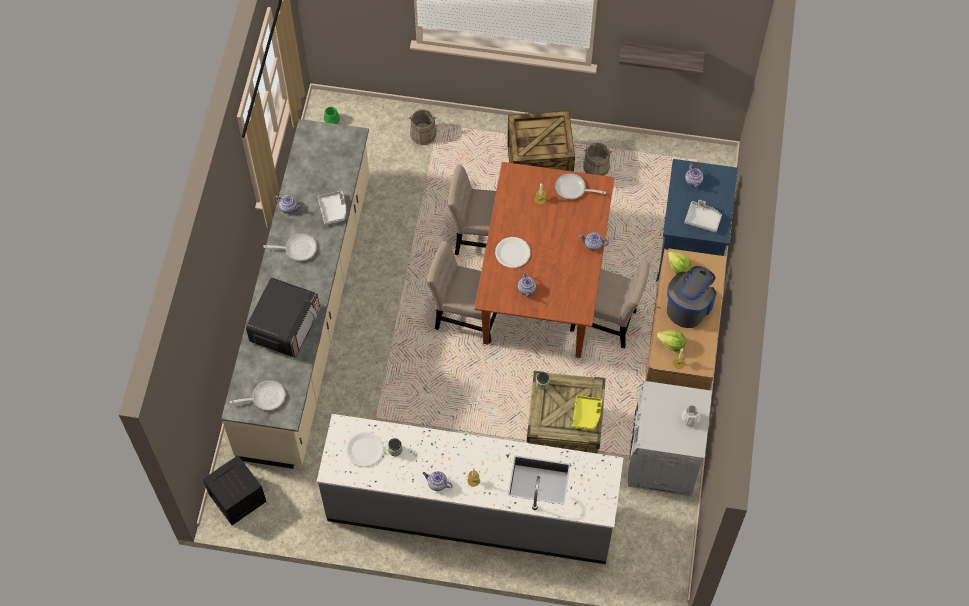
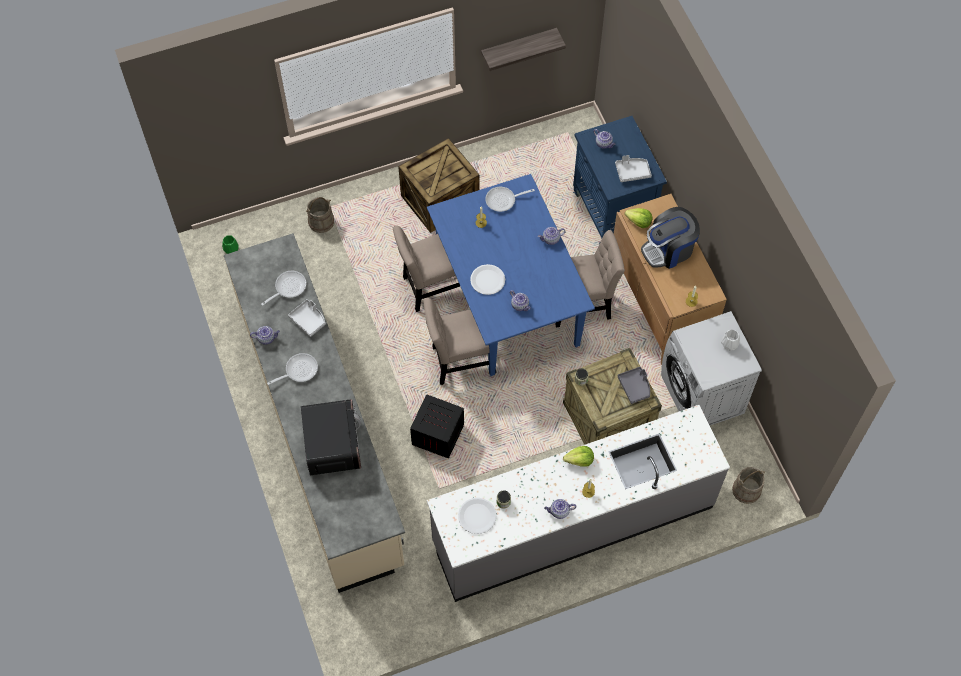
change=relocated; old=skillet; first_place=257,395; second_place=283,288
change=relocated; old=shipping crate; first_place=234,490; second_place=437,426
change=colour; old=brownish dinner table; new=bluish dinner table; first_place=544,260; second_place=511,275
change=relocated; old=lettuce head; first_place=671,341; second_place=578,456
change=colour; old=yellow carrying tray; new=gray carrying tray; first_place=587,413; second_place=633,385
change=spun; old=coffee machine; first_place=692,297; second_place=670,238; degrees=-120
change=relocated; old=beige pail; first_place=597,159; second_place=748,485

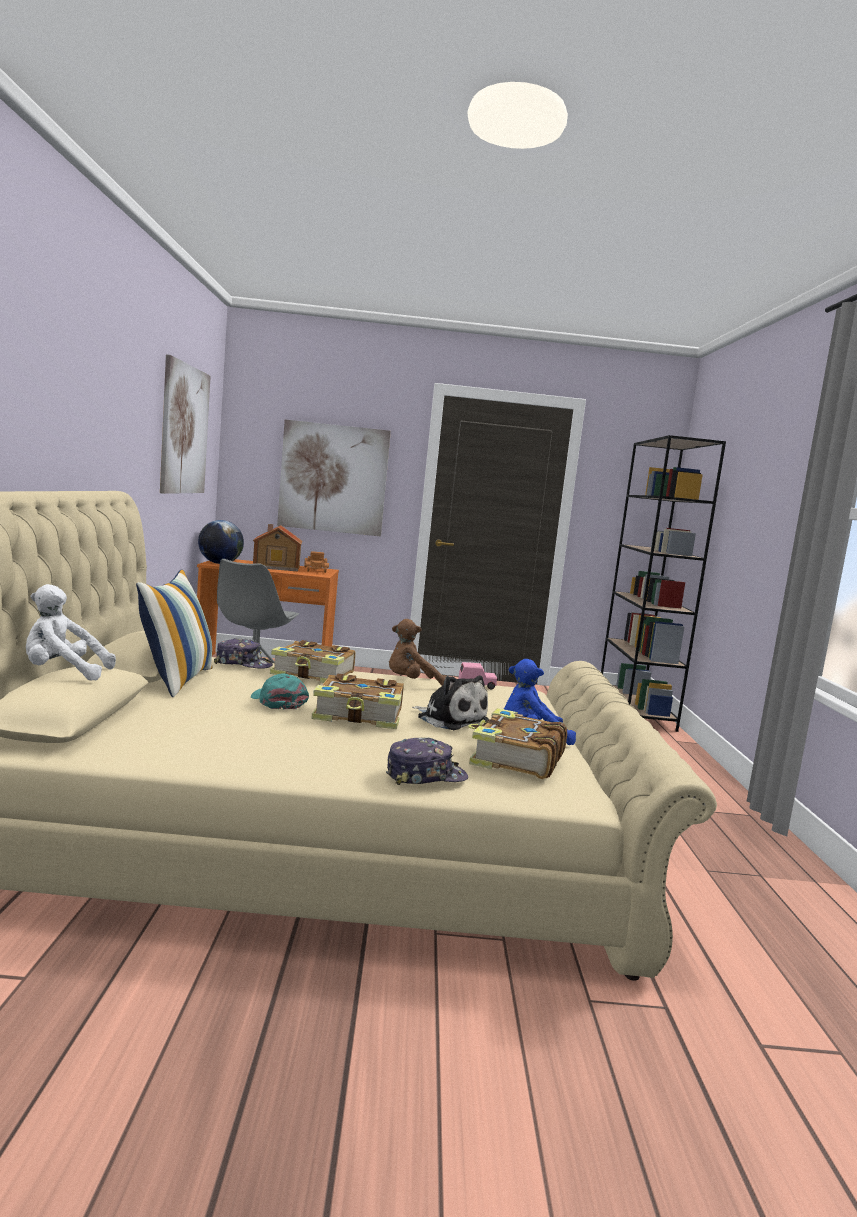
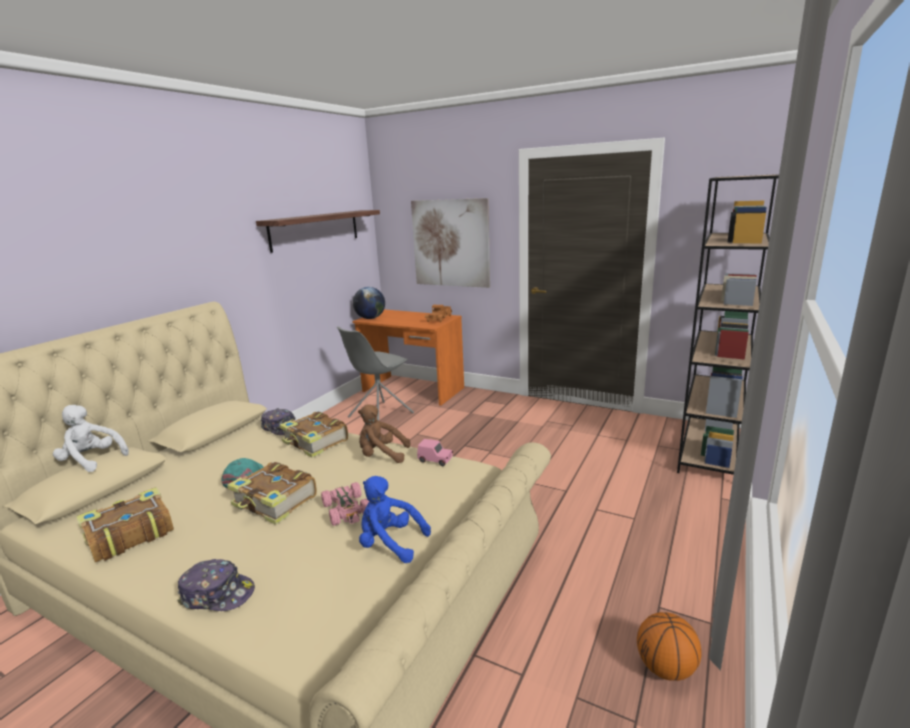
change=relocated; old=book; first_place=517,743; second_place=125,524
change=exchanged; old=wall picture; new=bracket shelf; first_place=185,424; second_place=318,231
change=exchanged; old=plush toy; new=pinkish toy car; first_place=450,703; second_place=345,504
change=appeared; new=basketball ball; second_place=669,646
change=missing; old=pillow; first_place=174,633
change=missing; old=model house; first_place=277,548

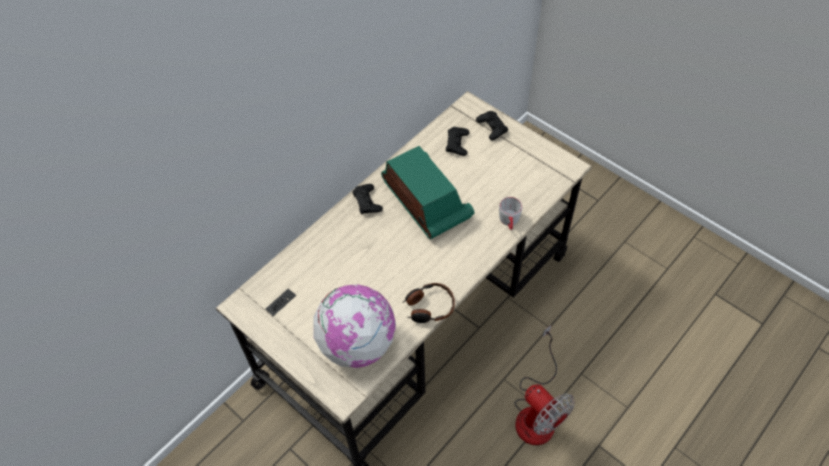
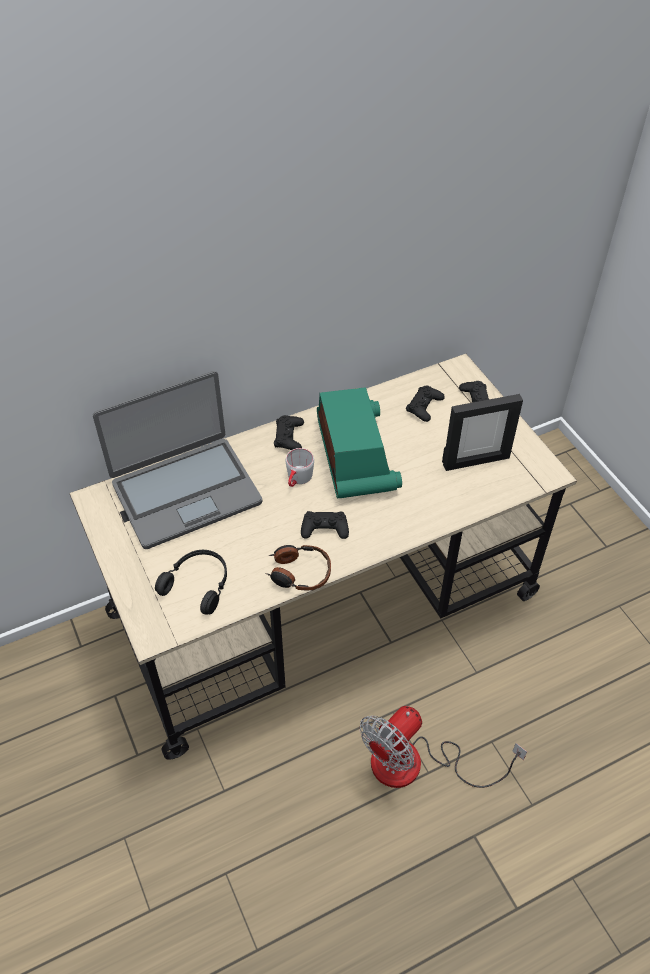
change=appeared; new=portable computer; second_place=177,460
change=exchanged; old=globe; new=blackish headset; first_place=355,326; second_place=191,582
change=relocated; old=gray tea mug; first_place=510,213; second_place=300,467
change=appeared; new=blackish joypad; second_place=325,525
change=spun; old=fan; first_place=544,385; second_place=443,747; degrees=60
change=appeared; new=photo frame; second_place=482,432

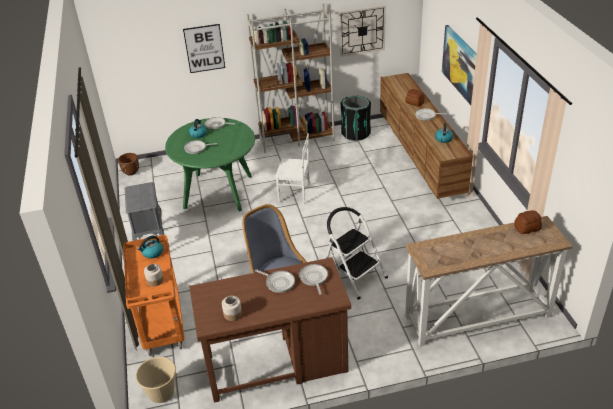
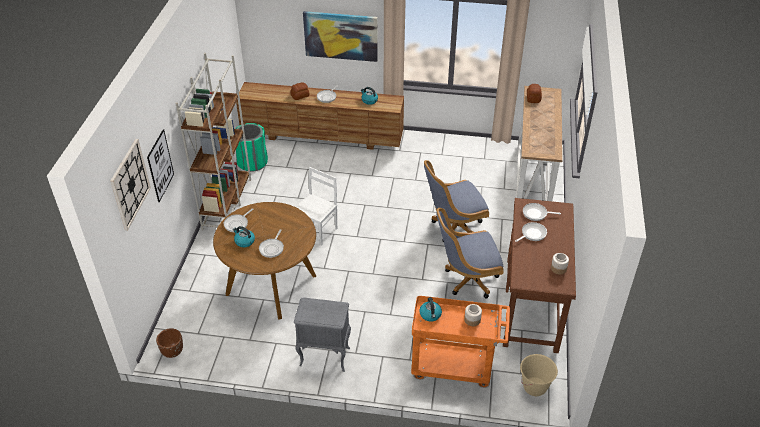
change=relocated; old=wall clock; first_place=362,31; second_place=130,185
change=colour; old=green-coloured dinner table; new=brownish dinner table; first_place=210,164; second_place=264,260
change=colour; old=blackish trash can; new=green-coloured trash can; first_place=356,118; second_place=252,147
change=exchanged; old=stepladder; new=bluish desk chair; first_place=357,253; second_place=456,201

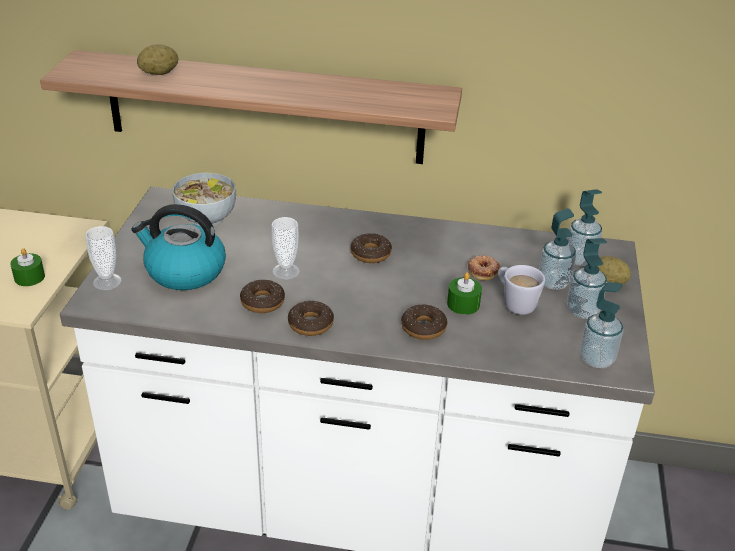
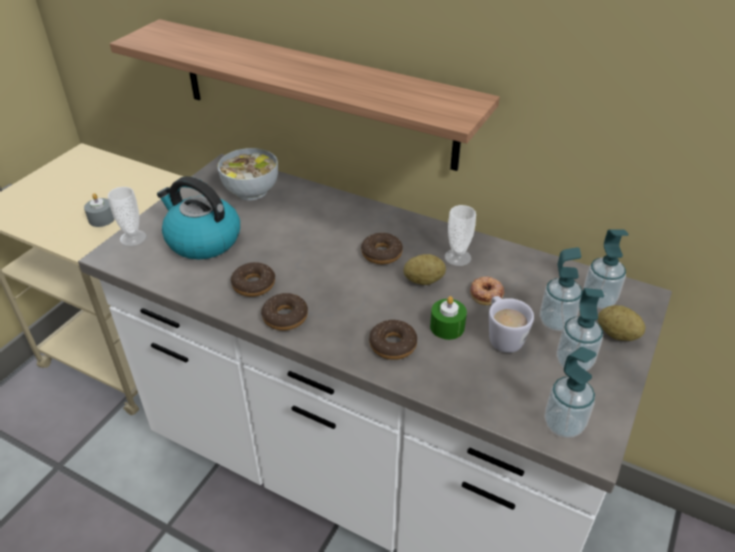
change=colour; old=green-coloured wax light; new=gray wax light; first_place=27,267; second_place=99,210
change=relocated; old=whole potato; first_place=157,59; second_place=424,269
change=relocated; old=drinking cup; first_place=285,248; second_place=460,235

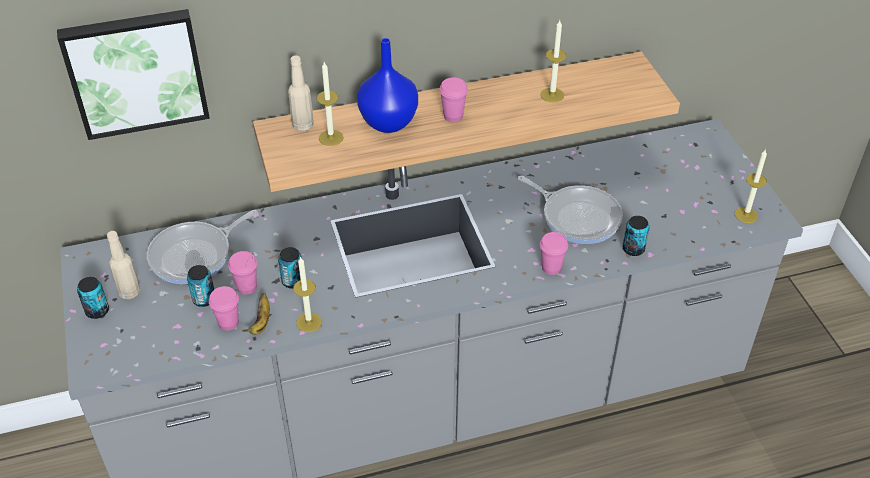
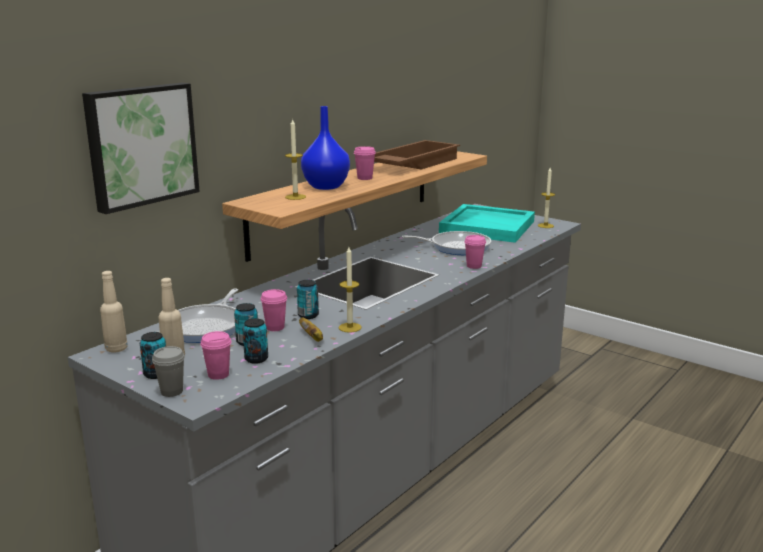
change=relocated; old=beige drink bottle; first_place=301,93; second_place=114,311
change=appeared; new=gray drinking cup; second_place=168,371
change=relocated; old=pinkish drinking cup; first_place=224,308; second_place=216,355
change=relocated; old=metal can; first_place=636,236; second_place=255,341
change=exchanged; old=wax light; new=brownish carrying tray; first_place=553,61; second_place=417,155
change=appeared; new=turquoise-coloured carrying tray; second_place=487,223

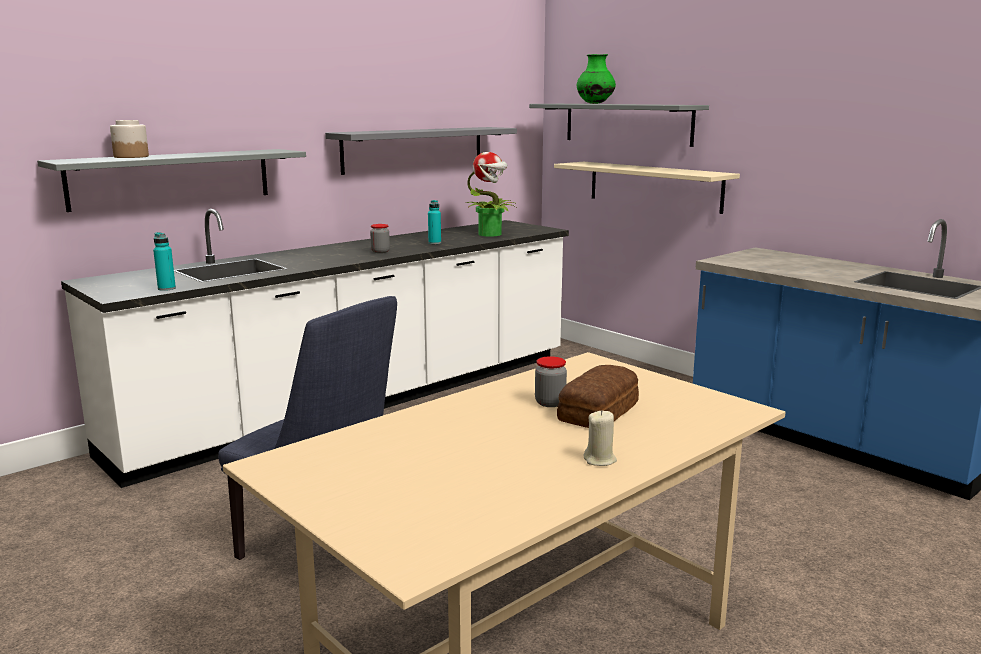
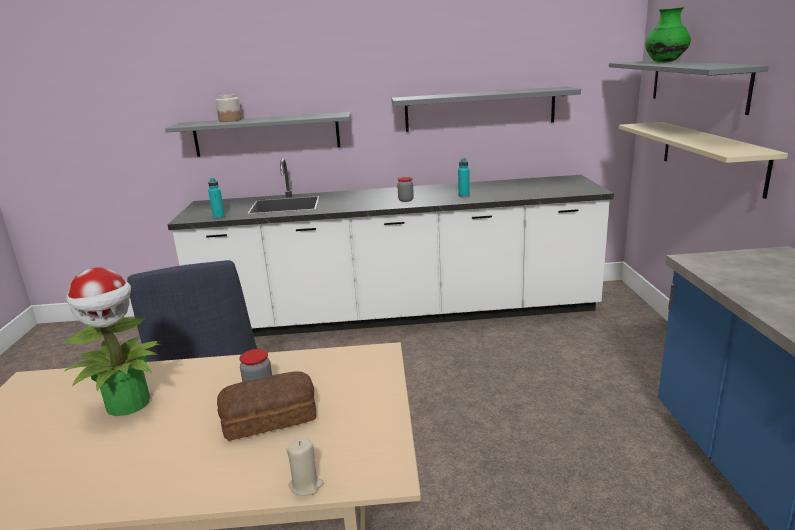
change=relocated; old=potted plant; first_place=491,194; second_place=111,341
change=relocated; old=beige wax light; first_place=600,438; second_place=305,467

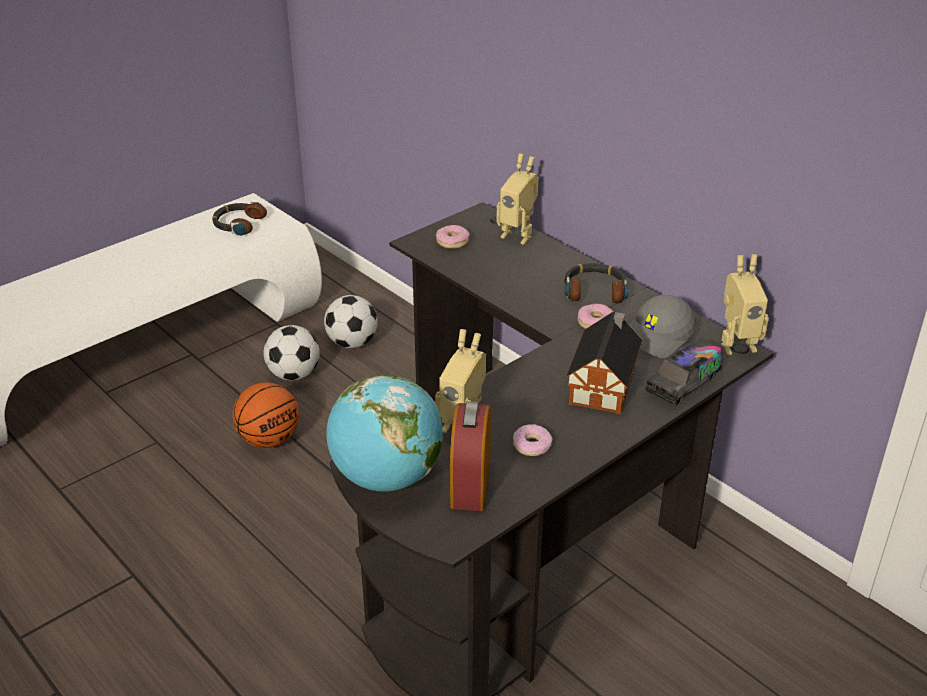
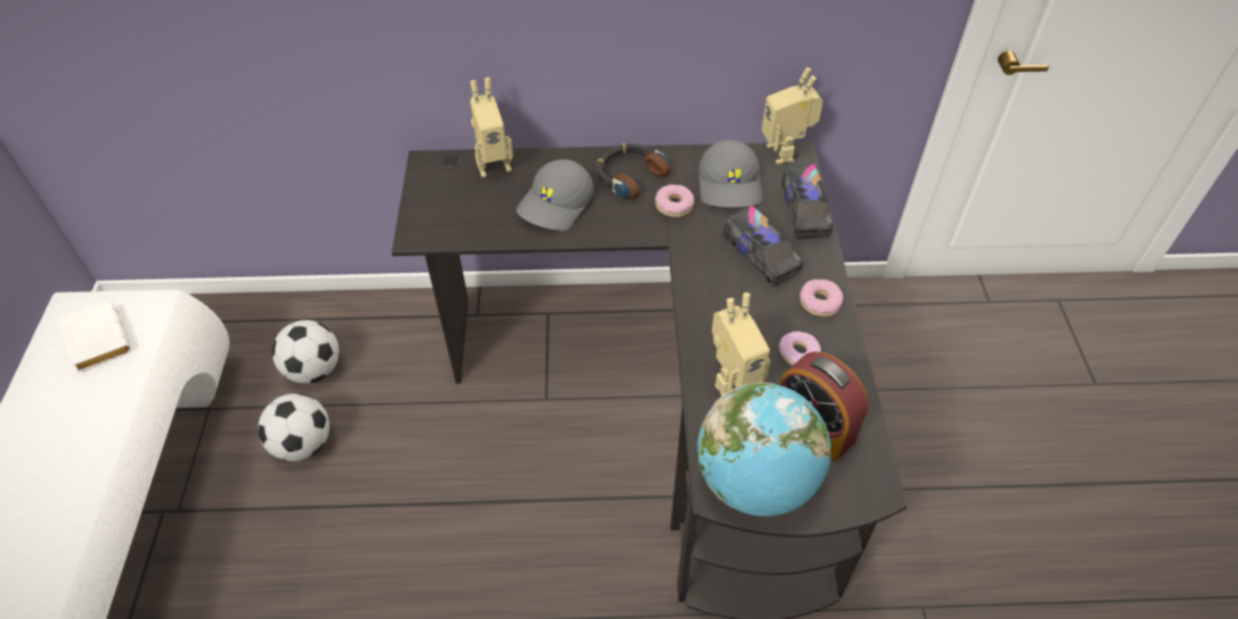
change=exchanged; old=headset; new=white book; first_place=239,219; second_place=94,337
change=appeared; new=gray cap; second_place=555,195
change=exchanged; old=model house; new=toy lorry; first_place=604,363; second_place=762,245
change=spun; old=toy robot; first_place=745,304; second_place=792,116; degrees=135
change=relocated; old=ring doughnut; first_place=453,237; second_place=821,298
change=missing; old=basketball ball; first_place=266,415

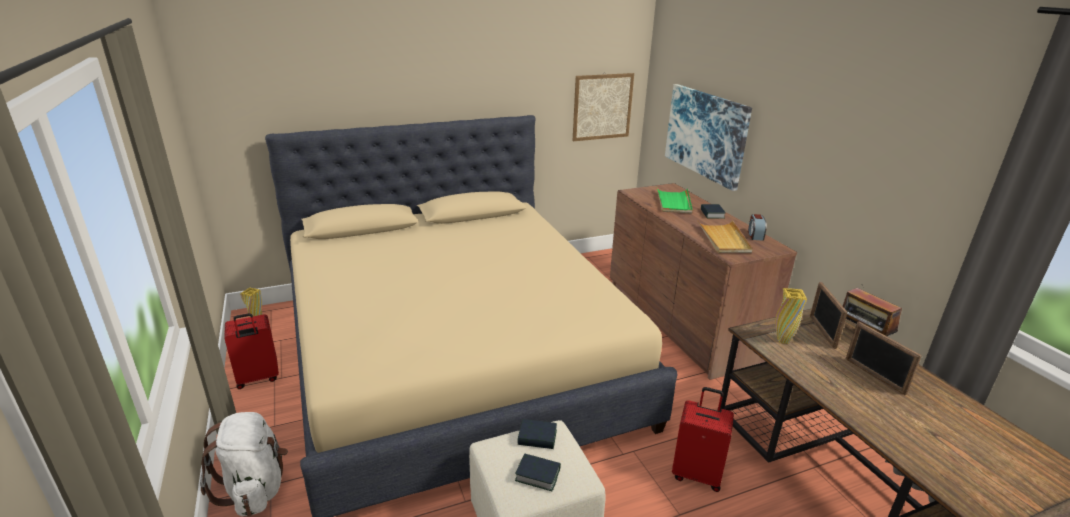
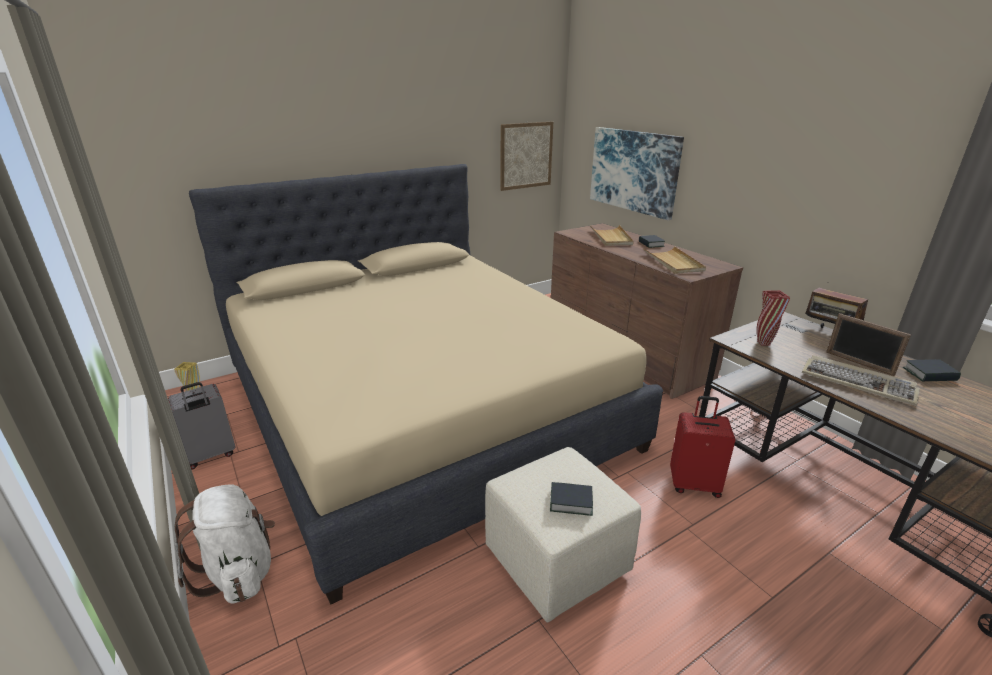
change=colour; old=red-coloured travel case; new=gray travel case; first_place=252,351; second_place=201,425
change=colour; old=green-coloured carrying tray; new=beige carrying tray; first_place=674,200; second_place=612,235
change=colour; old=yellow flower vase; new=red-coloured flower vase; first_place=791,316; second_place=773,318
change=appeared; new=keyboard; second_place=860,380
change=relocated; old=book; first_place=537,434; second_place=932,370
change=missing; old=table clock; first_place=757,227
change=missing; old=photo frame; first_place=829,315

